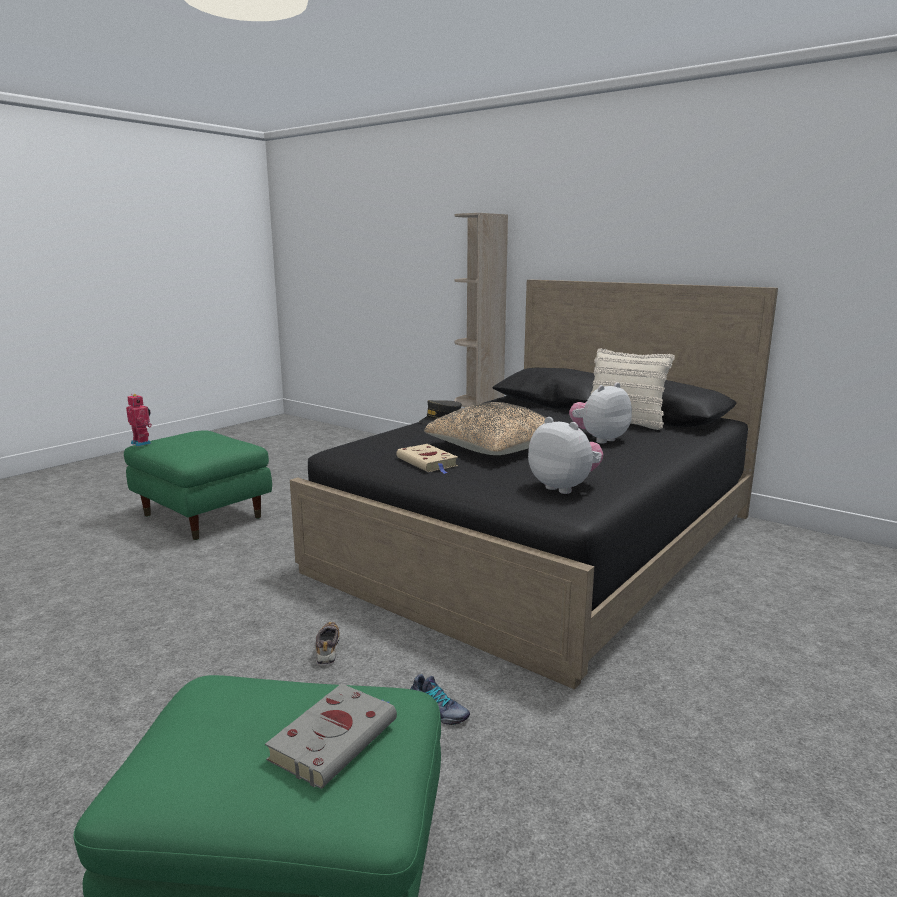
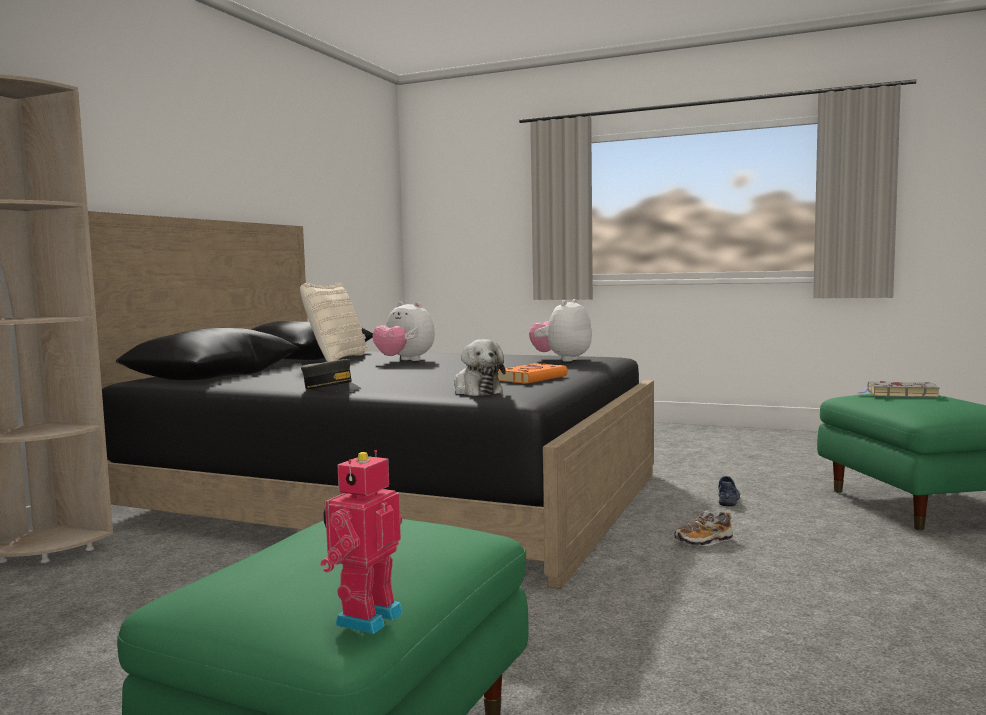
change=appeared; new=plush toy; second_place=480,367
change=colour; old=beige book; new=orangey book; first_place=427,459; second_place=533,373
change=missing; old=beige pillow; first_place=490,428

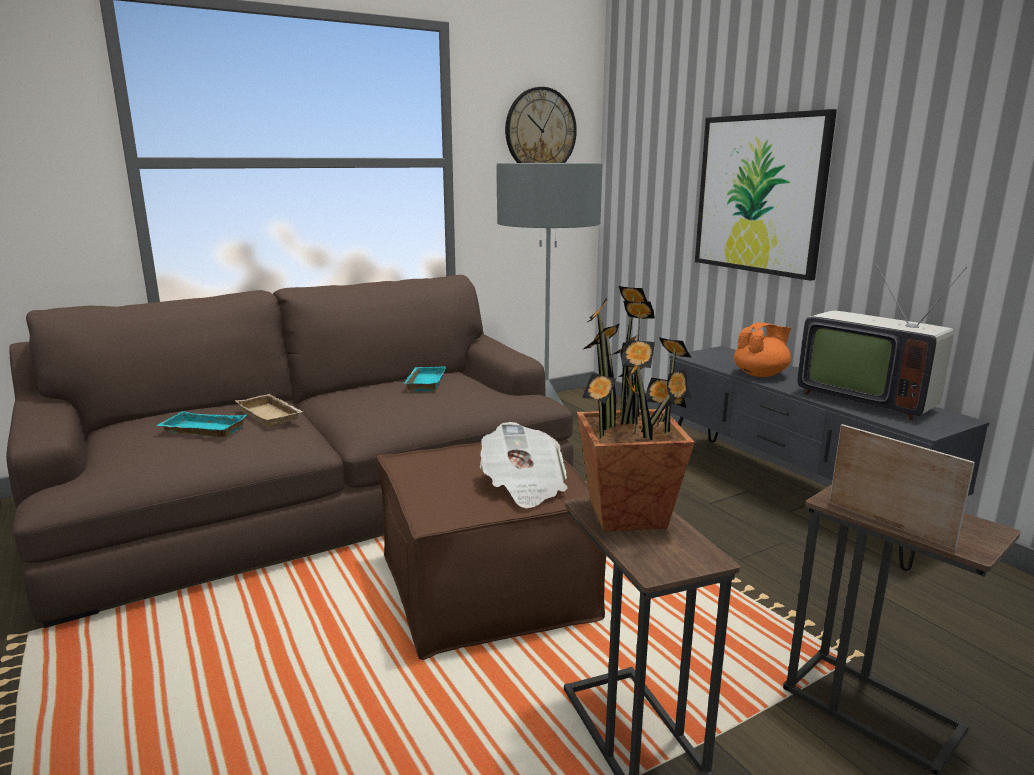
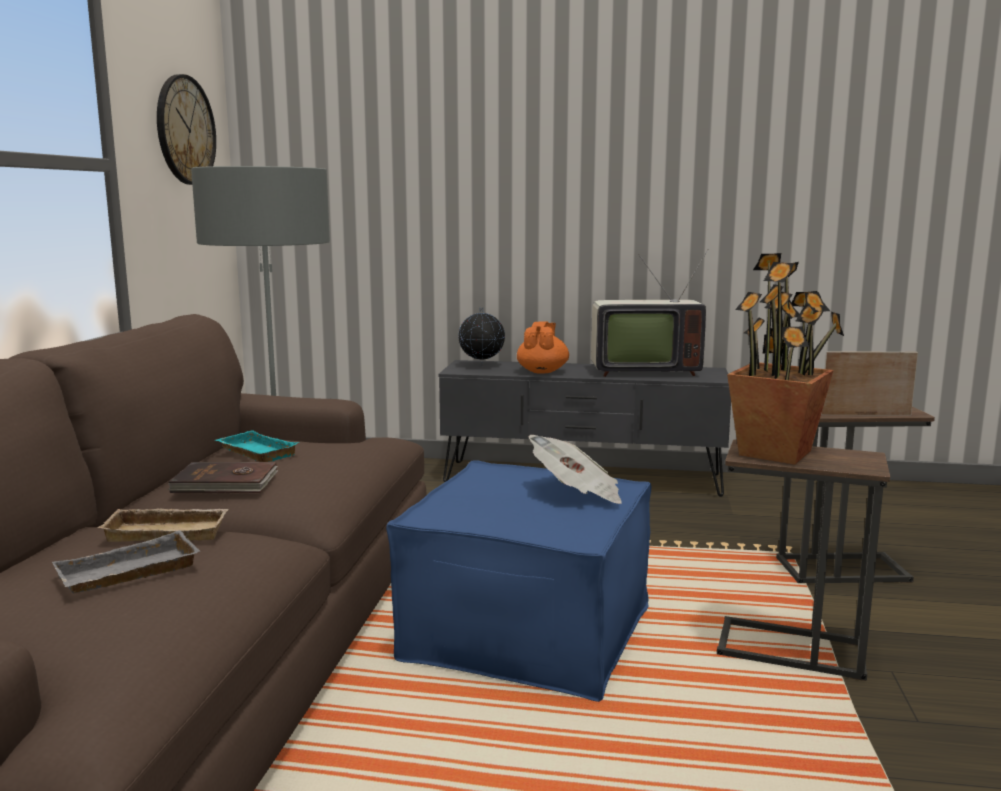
change=colour; old=turquoise-coloured carrying tray; new=gray carrying tray; first_place=201,424; second_place=126,561
change=appeared; new=brownish book; second_place=222,477
change=colour; old=brownish ottoman; new=bluish ottoman; first_place=491,551; second_place=518,581
change=appeared; new=globe; second_place=481,336
change=missing; old=wall picture; first_place=766,195

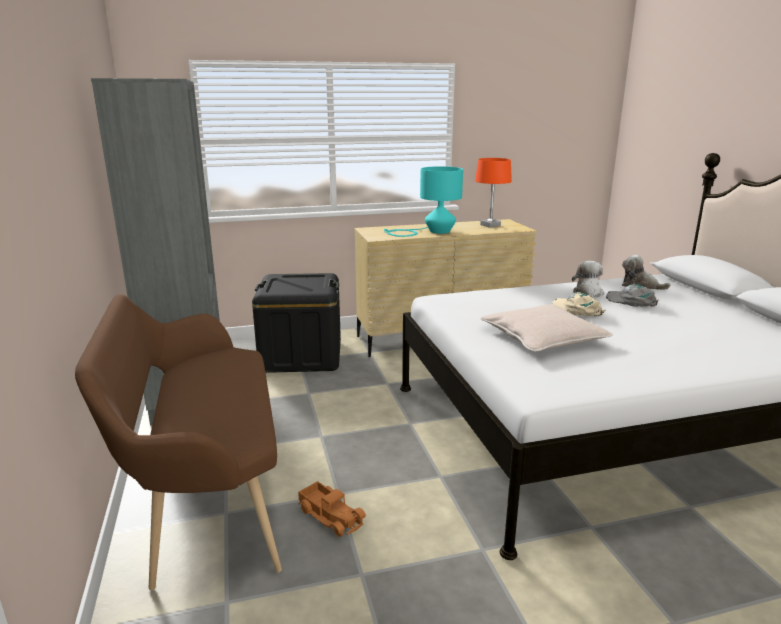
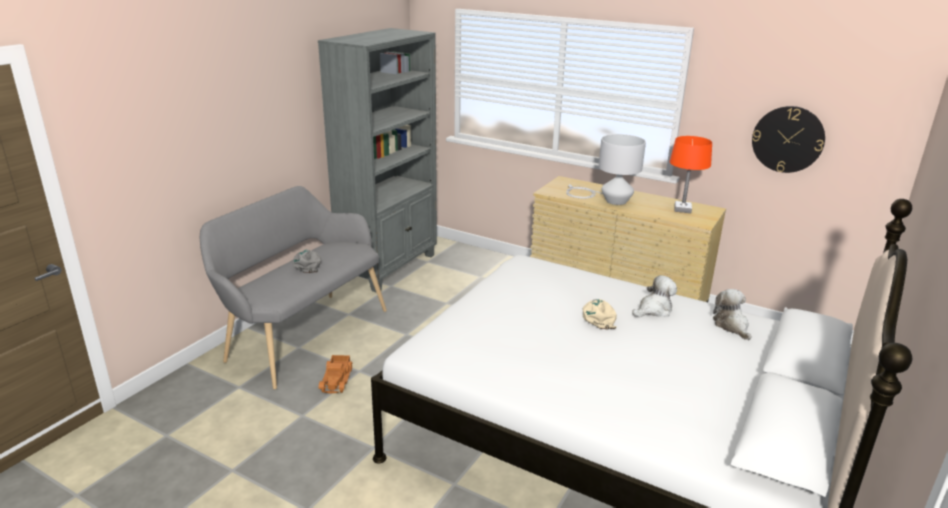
change=colour; old=brownish indoor bench; new=gray indoor bench; first_place=178,442; second_place=293,287
change=relocated; old=gray cap; first_place=632,295; second_place=307,261
change=colour; old=turquoise-coloured lamp for a table; new=white lamp for a table; first_place=423,201; second_place=606,169
change=appeared; new=wall clock; second_place=788,139
change=missing; old=blackish storage container; first_place=296,323
change=missing; old=beige pillow; first_place=546,327

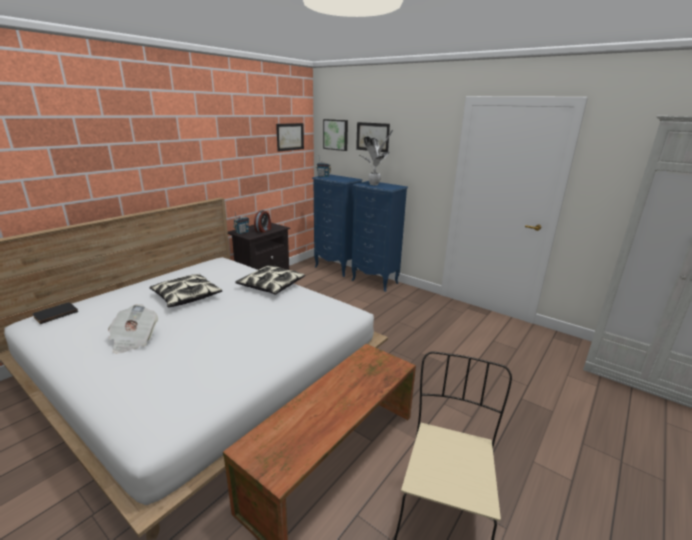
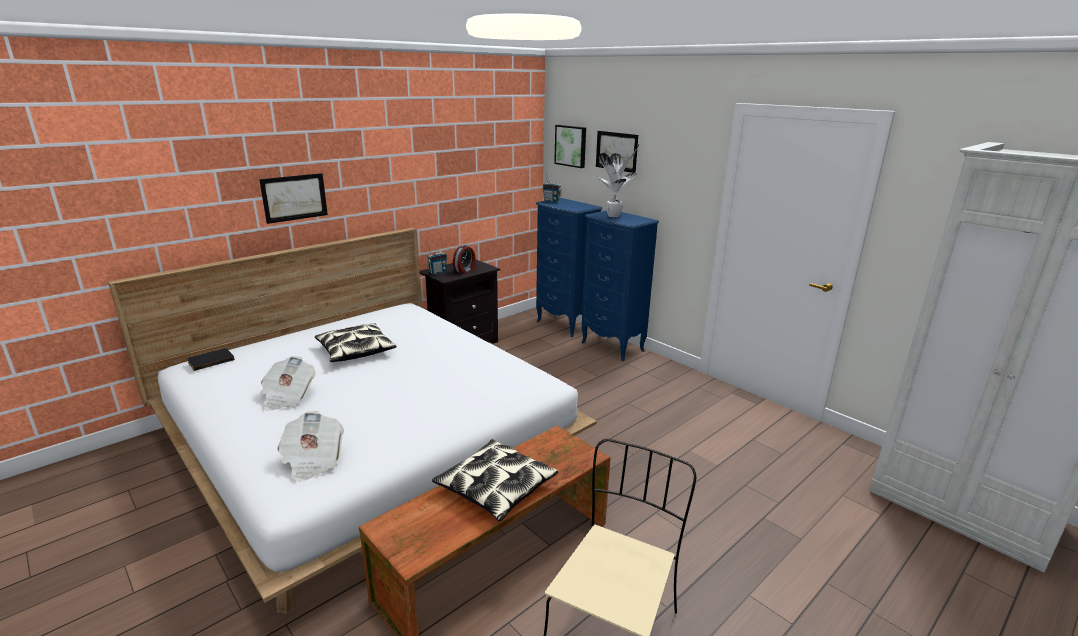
change=relocated; old=wall picture; first_place=290,137; second_place=293,198
change=appeared; new=printed paper; second_place=310,446
change=relocated; old=pillow; first_place=270,280; second_place=495,480

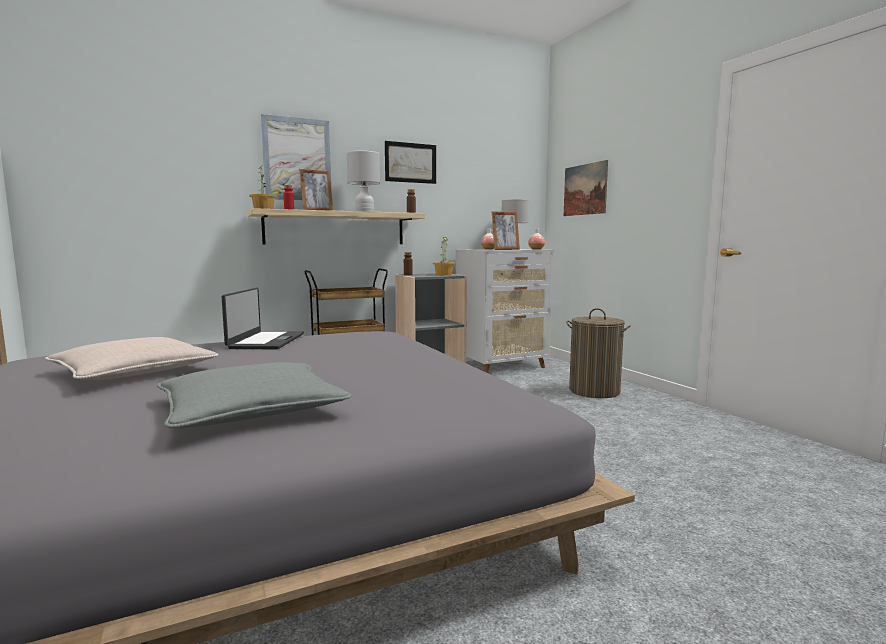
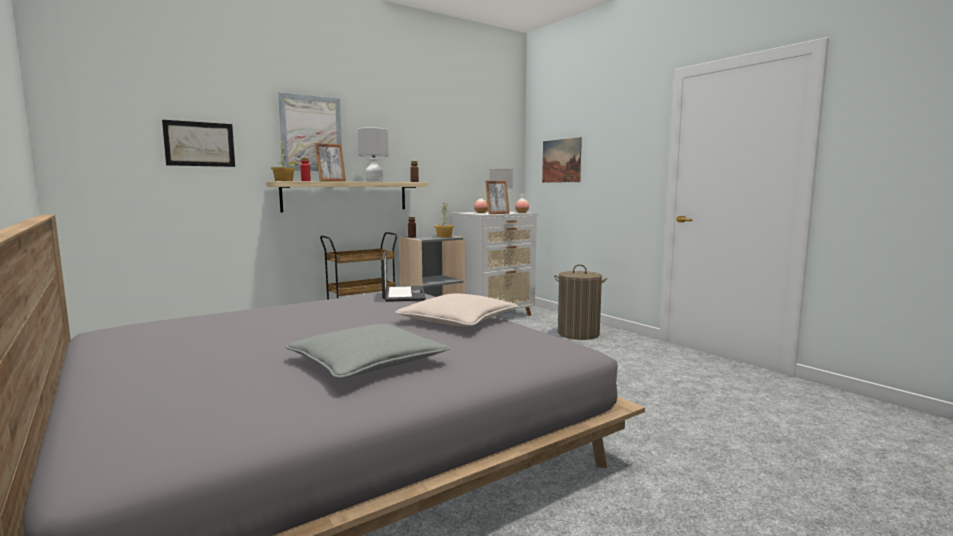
change=relocated; old=wall picture; first_place=410,162; second_place=198,143
change=relocated; old=portable computer; first_place=262,318; second_place=403,276
change=relocated; old=beige pillow; first_place=132,358; second_place=456,309

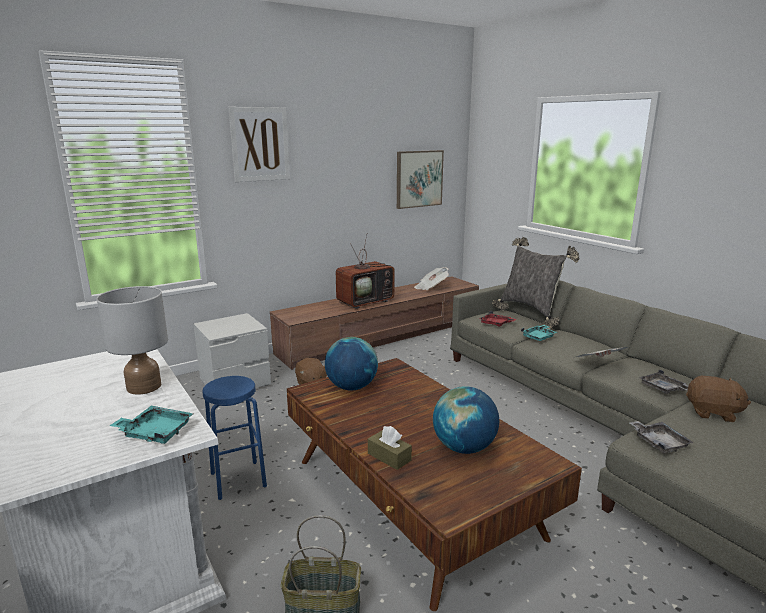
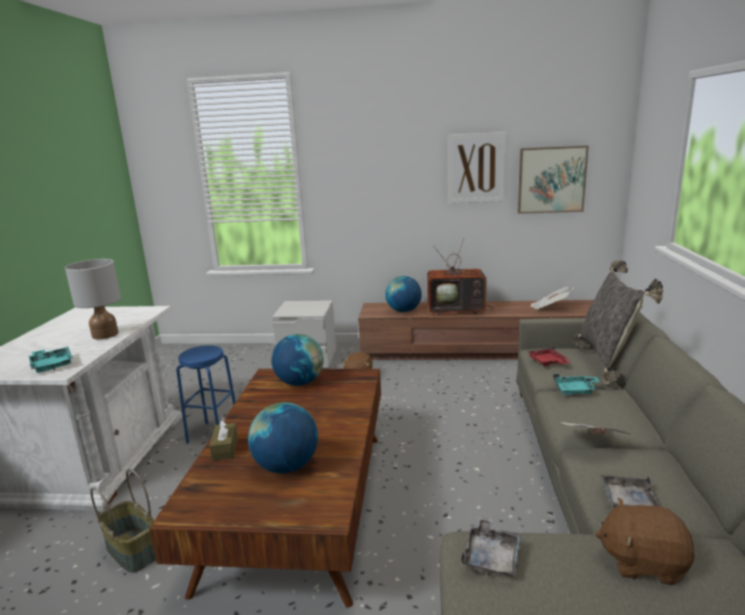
change=appeared; new=globe; second_place=403,294
change=relocated; old=wall picture; first_place=259,144; second_place=477,167
change=spun; old=brownish plush toy; first_place=718,399; second_place=644,541; degrees=135

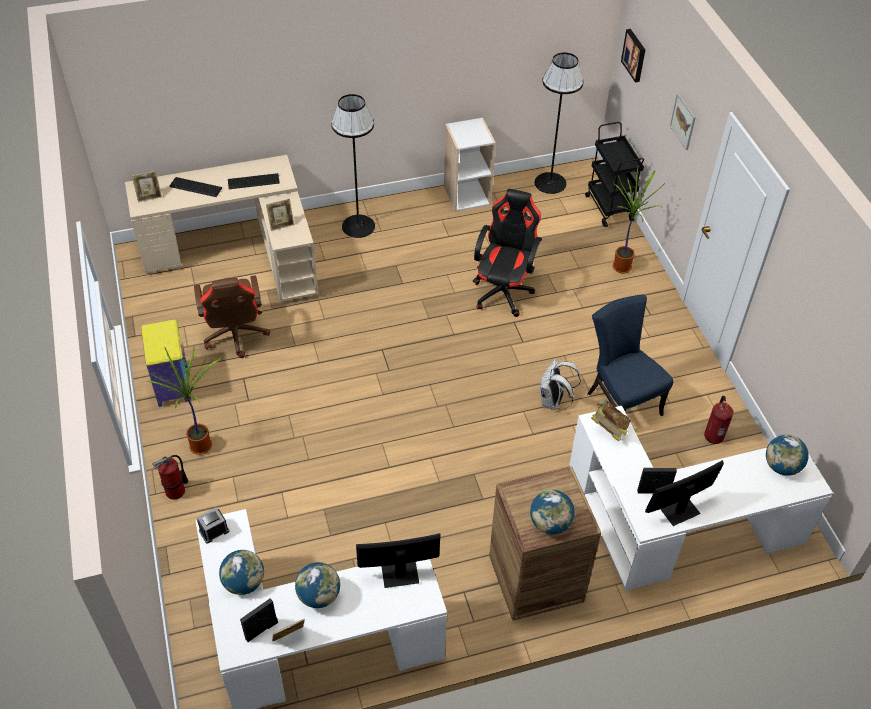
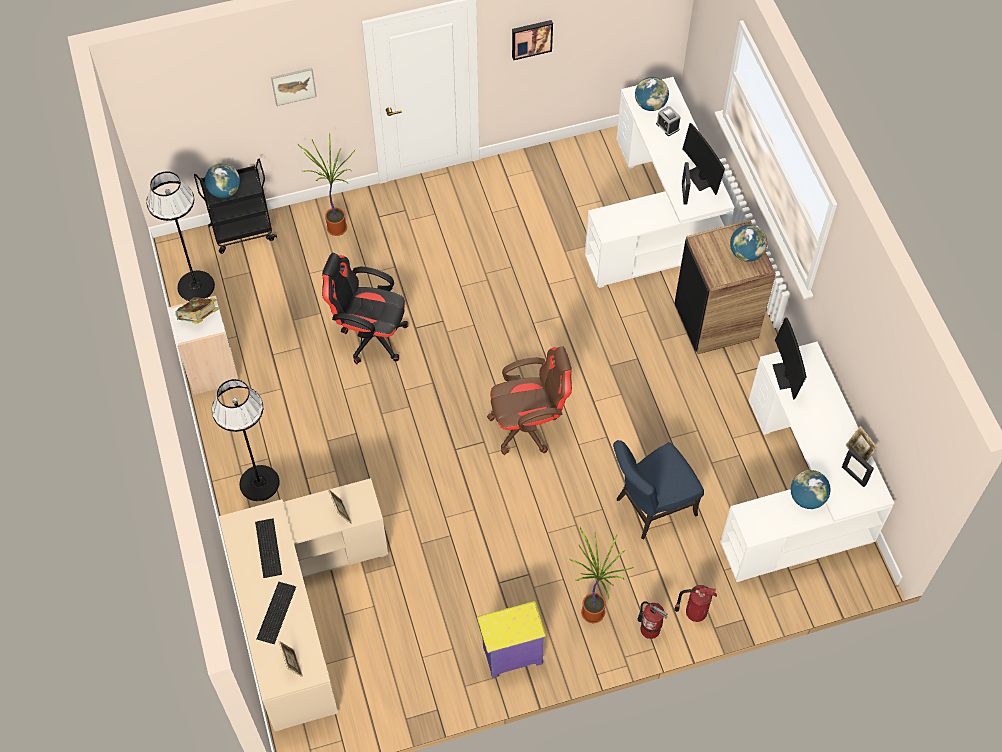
change=relocated; old=book; first_place=611,421; second_place=197,310
change=relocated; old=globe; first_place=317,585; second_place=222,180
change=relocated; old=brownish desk chair; first_place=232,316; second_place=529,400
change=relocated; old=wall picture; first_place=633,55; second_place=532,40
change=relocated; old=bluish upright chair; first_place=630,355; second_place=658,489
change=relocated; old=table clock; first_place=213,526; second_place=668,121
change=relocated; old=fire-fighting cylinder; first_place=718,420; second_place=695,603
change=missing; old=white rucksack; first_place=560,384

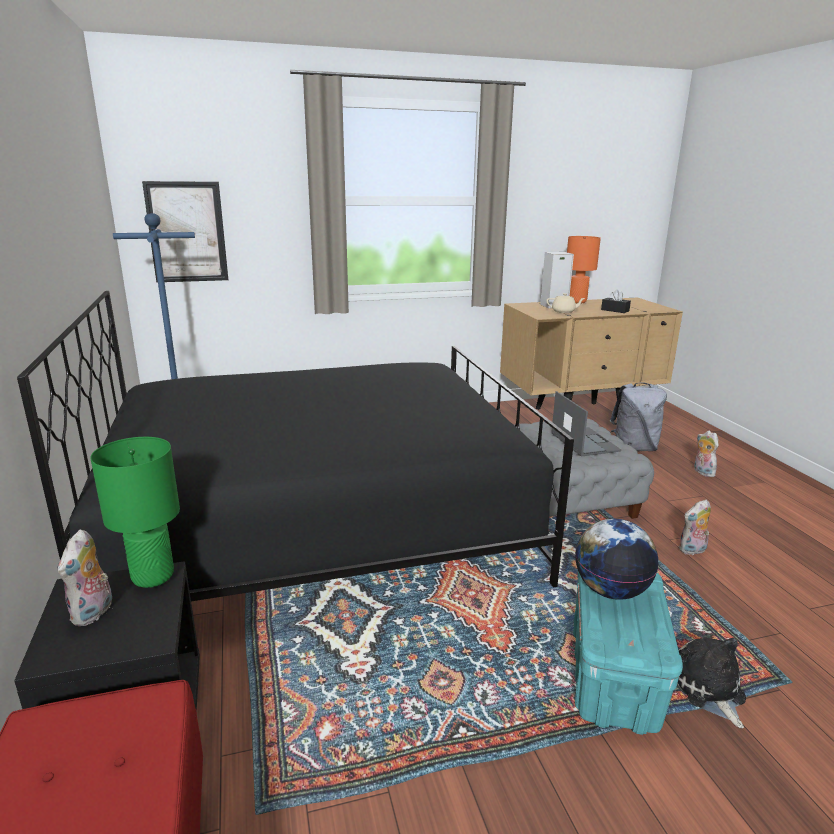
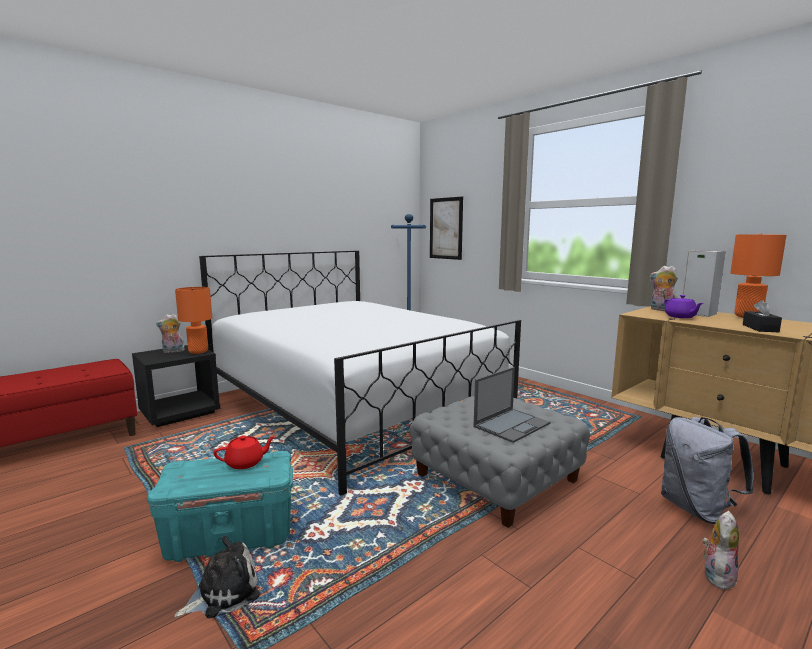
change=colour; old=green-coloured lamp for a table; new=orangey lamp for a table; first_place=135,512; second_place=193,320
change=colour; old=blackish bedroom bed; new=white bedroom bed; first_place=295,446; second_place=360,373
change=exchanged; old=globe; new=red-coloured pot for tea; first_place=616,559; second_place=244,452
change=relocated; old=plush toy; first_place=695,527; second_place=664,288
change=colour; old=beige pot for tea; new=purplish pot for tea; first_place=565,303; second_place=684,306

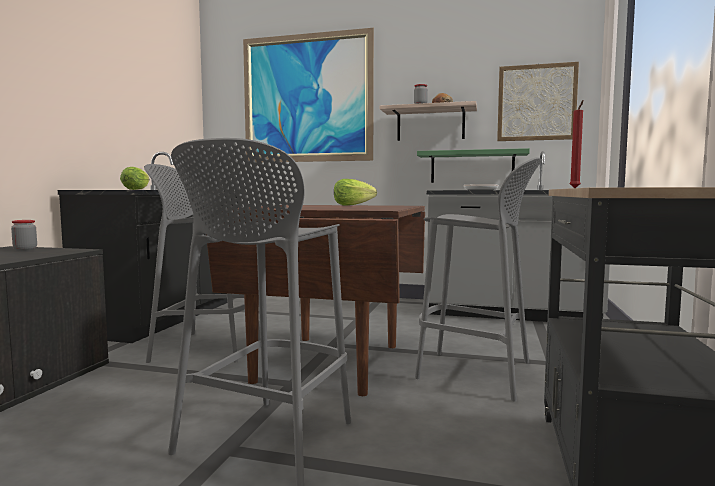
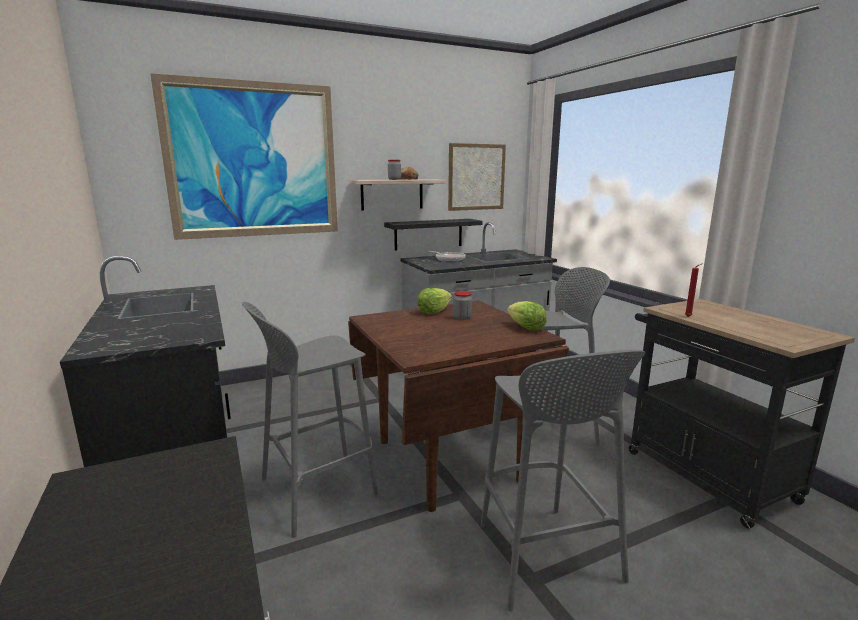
change=colour; old=green-coloured bracket shelf; new=blackish bracket shelf; first_place=473,165; second_place=433,235
change=relocated; old=storage jar; first_place=24,235; second_place=462,305
change=relocated; old=lettuce head; first_place=135,178; second_place=526,315

